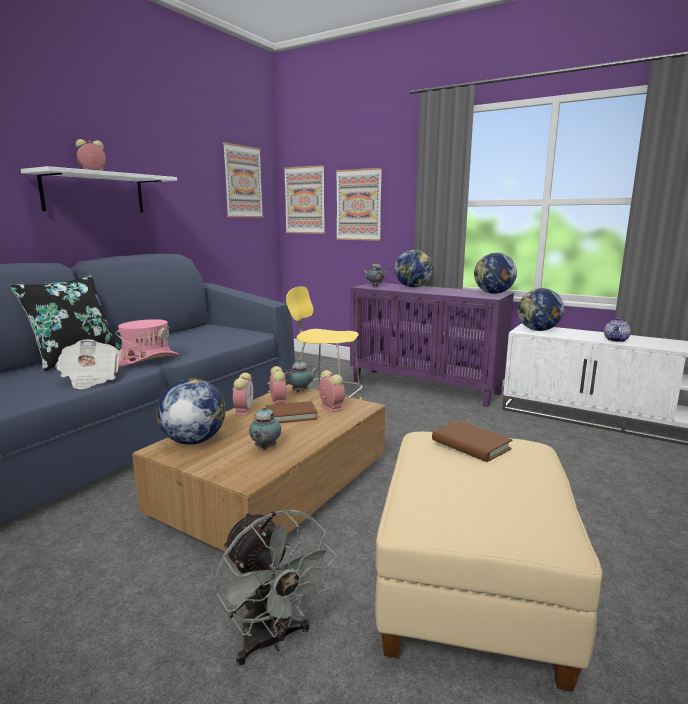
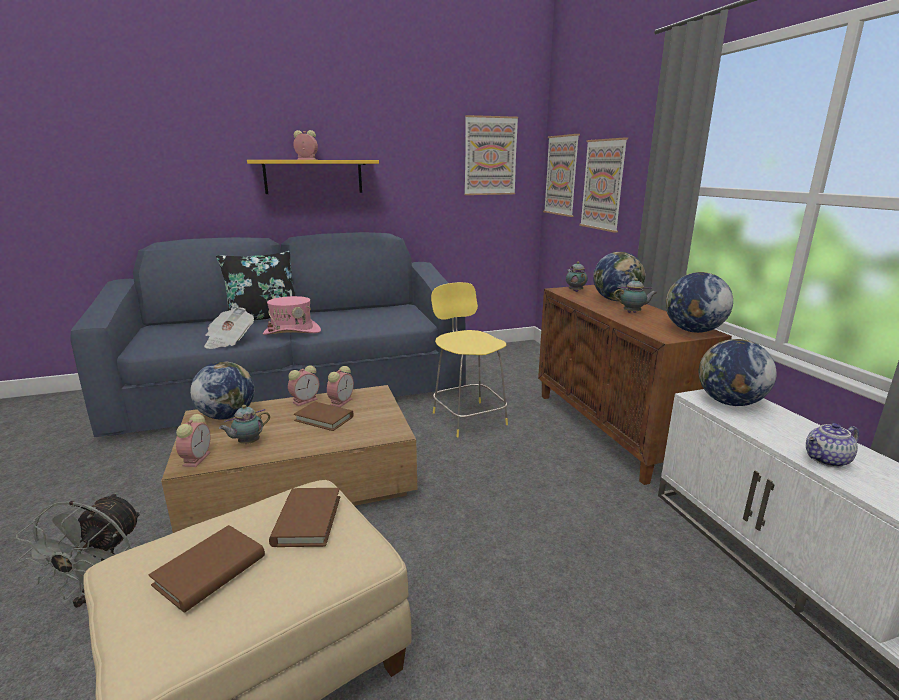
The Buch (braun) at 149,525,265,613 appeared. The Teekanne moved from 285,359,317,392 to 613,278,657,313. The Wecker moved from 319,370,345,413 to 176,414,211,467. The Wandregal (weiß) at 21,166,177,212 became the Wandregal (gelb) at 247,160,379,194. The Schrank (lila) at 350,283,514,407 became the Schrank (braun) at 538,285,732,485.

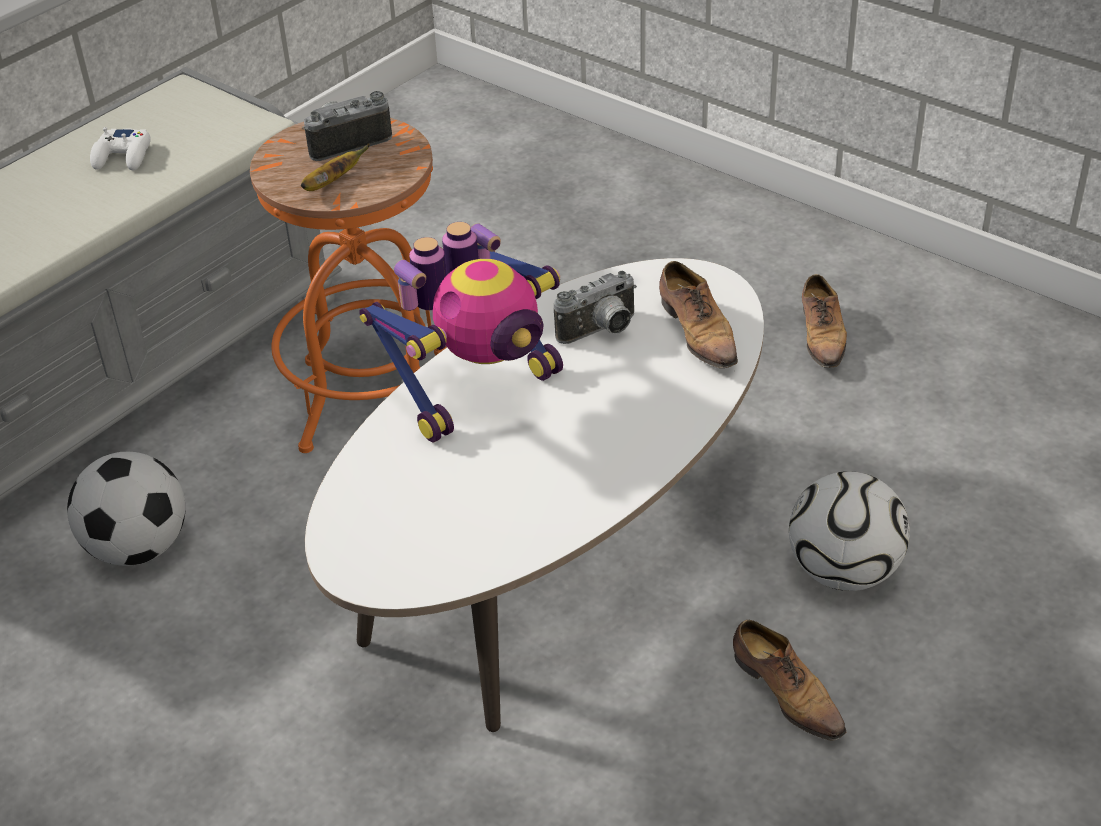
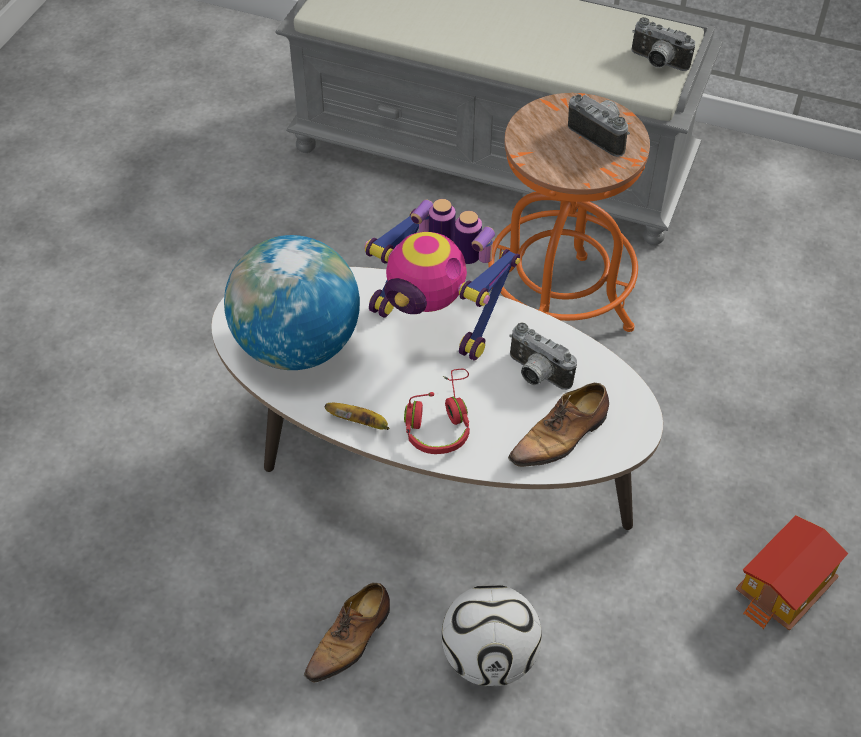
The Fußball at 67,452,185,566 disappeared. The Gamepad (weiß) at 90,127,151,171 disappeared. The Globus at 224,235,360,370 appeared. The Kopfhörer (rot) at 404,369,470,454 appeared. The Kamera at 632,17,695,71 appeared. The Banane moved from 301,144,370,191 to 325,403,389,430. The Schuh at 802,274,847,368 was replaced by the Spielzeughaus at 736,515,849,630.

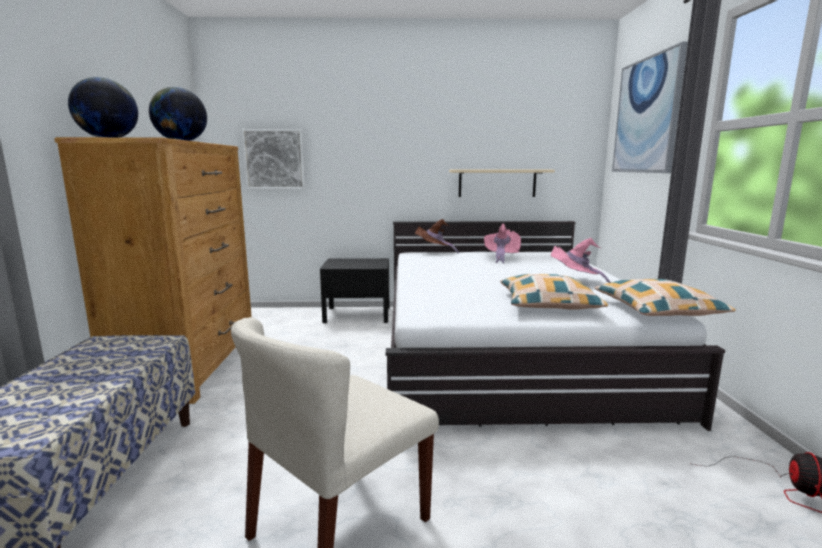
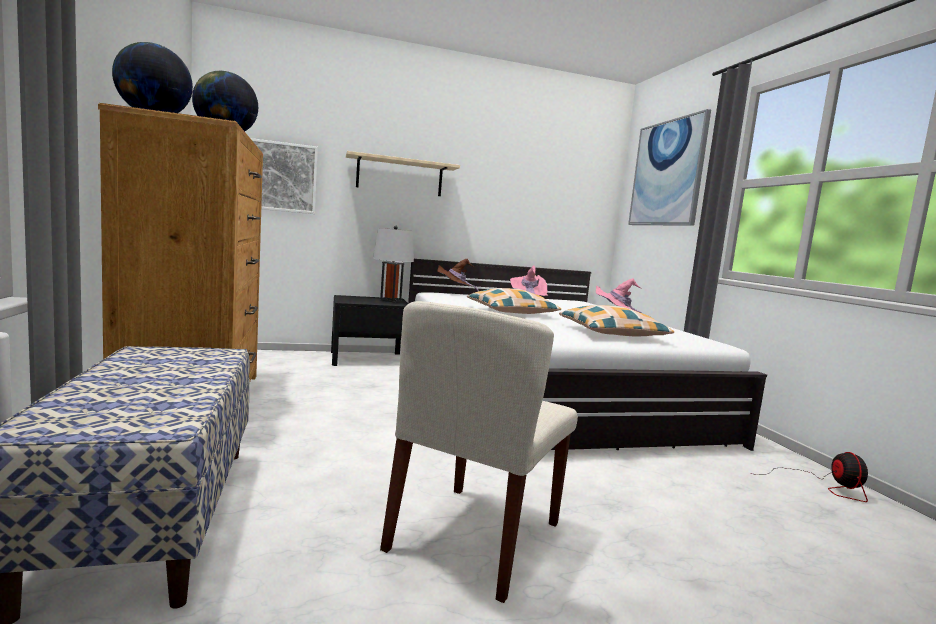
The Tischlampe (grau) at 373,226,414,302 appeared. The Wandregal (beige) moved from 449,169,555,197 to 346,151,460,196. The Kissen moved from 595,279,735,316 to 467,288,561,314.

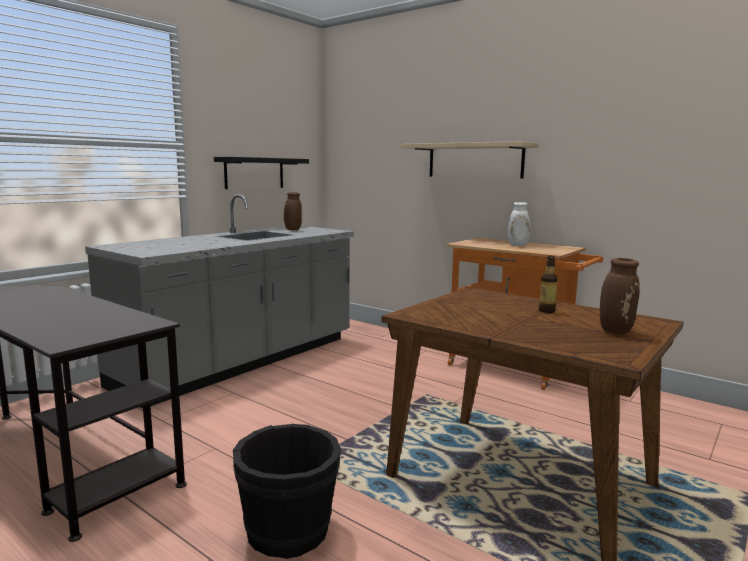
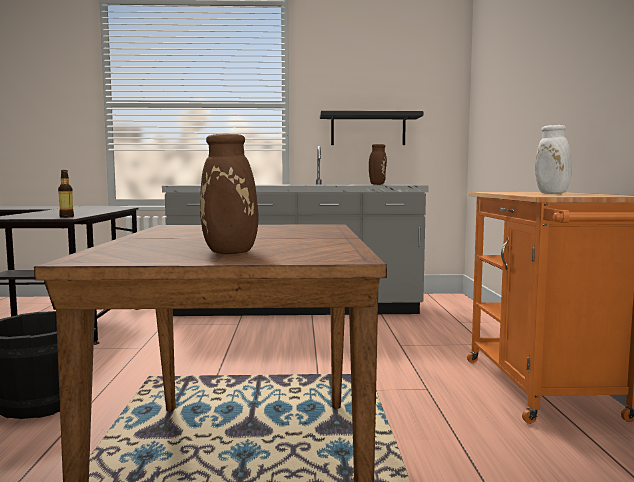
The Wandregal (beige) at 401,141,538,178 disappeared. The Flasche moved from 539,256,557,313 to 58,170,74,218.

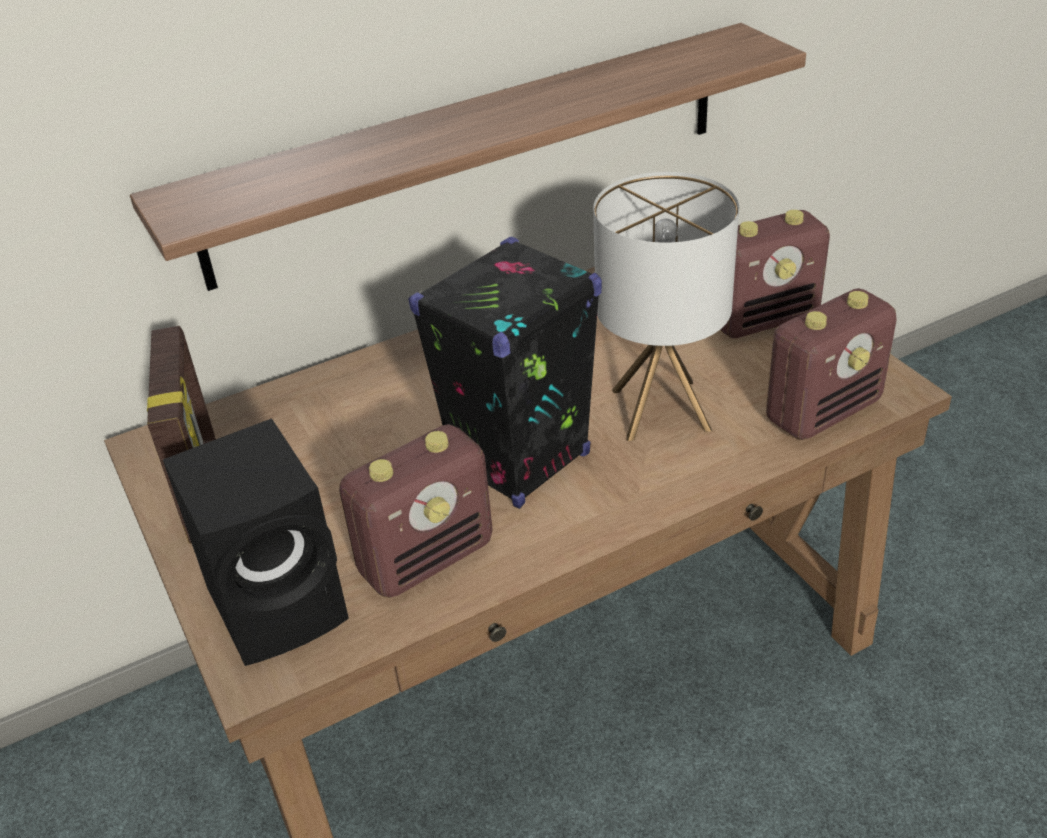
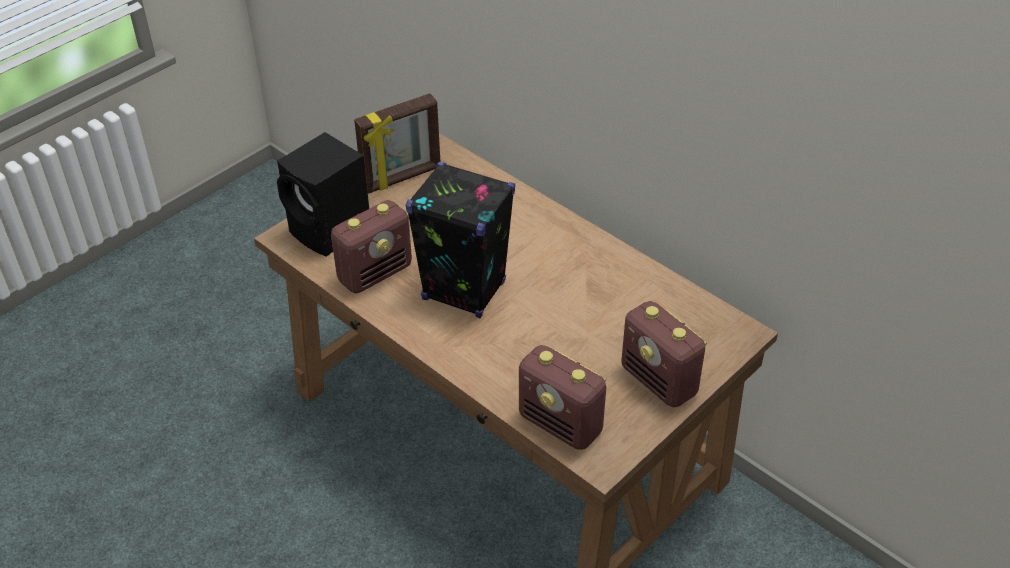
The Wandregal at 130,23,806,291 disappeared. The Tischlampe at 593,172,739,441 disappeared. The Radio at 339,424,493,598 turned 75 degrees counterclockwise.

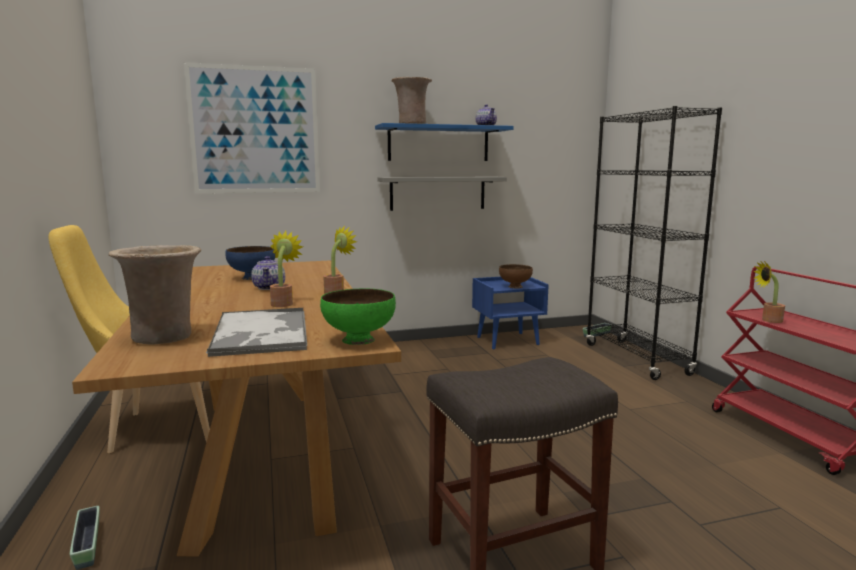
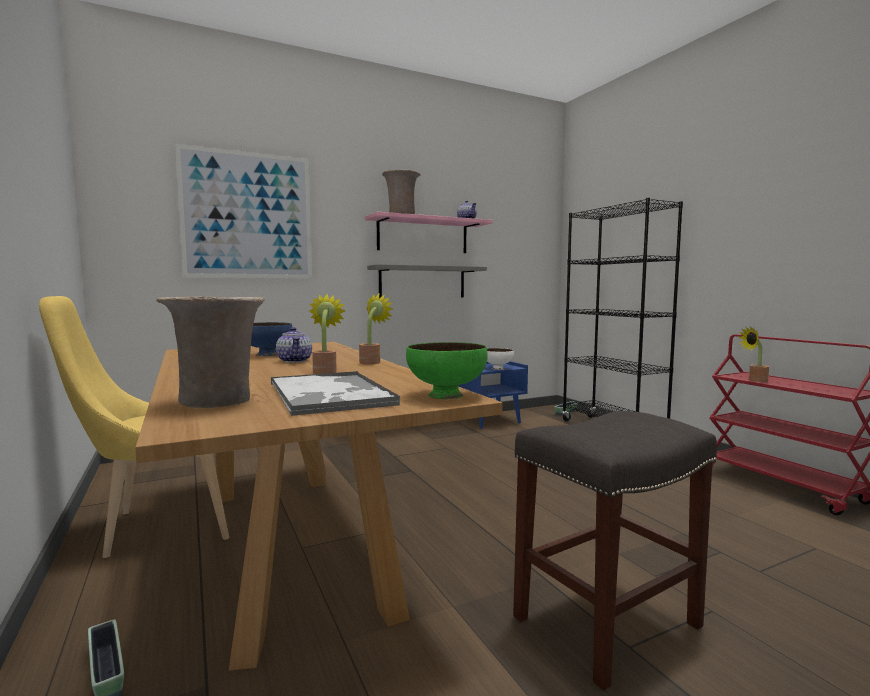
The Wandregal (blau) at 375,123,514,161 became the Wandregal (rosa) at 365,212,493,253. The Schüssel (braun) at 499,264,533,289 became the Schüssel (weiß) at 487,348,514,370.

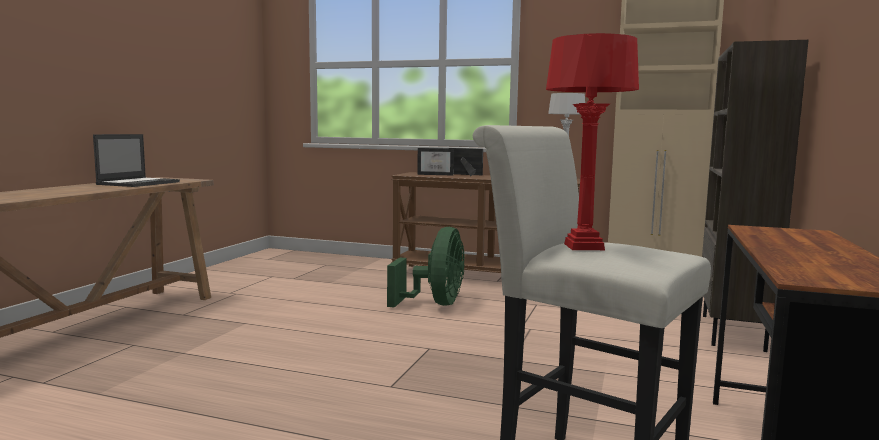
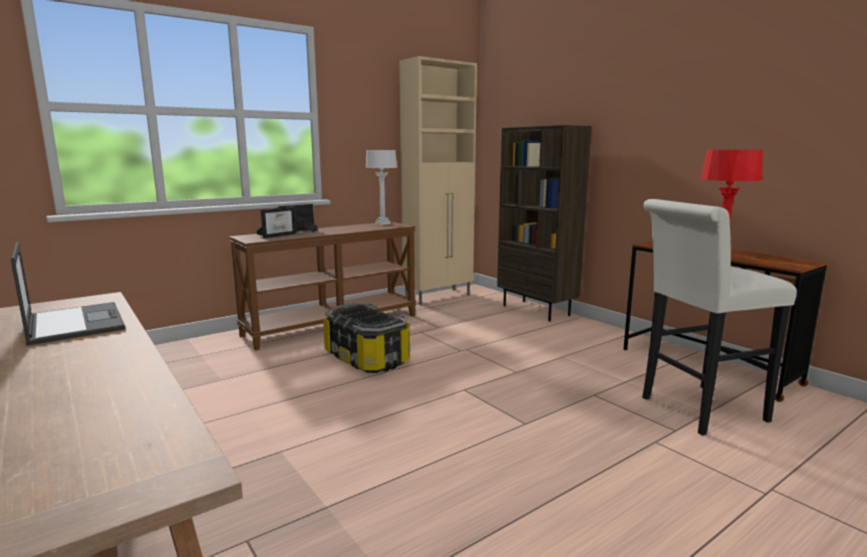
The Ventilator (grün) at 387,227,465,308 was replaced by the Aufbewahrungsbox at 323,302,410,373.

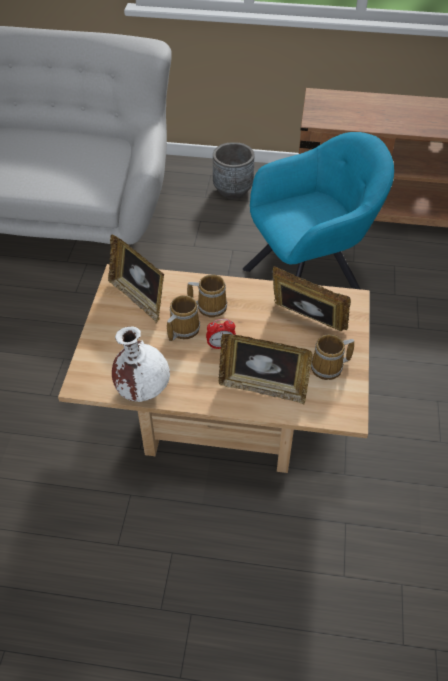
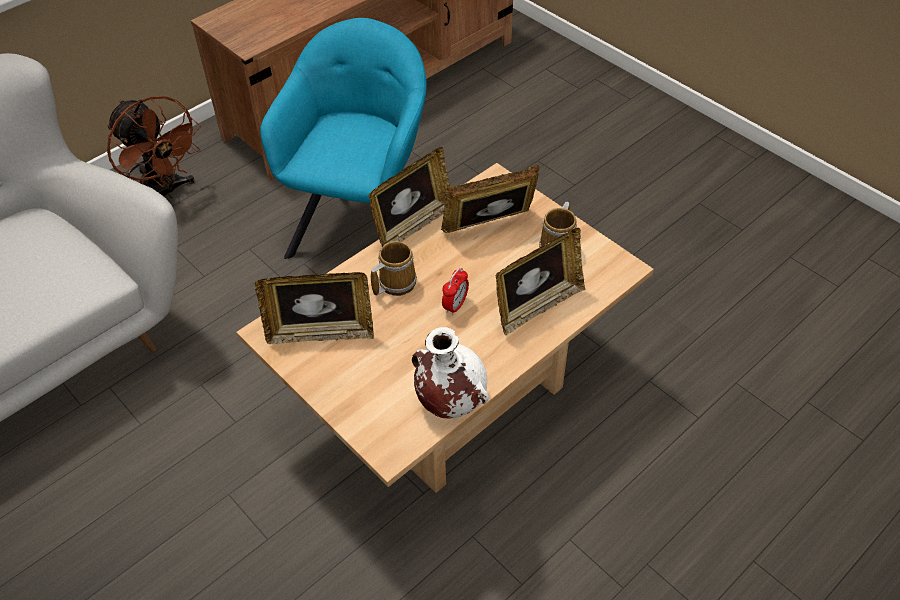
The Henkelbecher at 167,295,200,341 disappeared. The Bilderrahmen at 369,147,450,247 appeared. The Pflanzkübel (grau) at 213,142,255,199 was replaced by the Ventilator (braun) at 107,96,201,199.

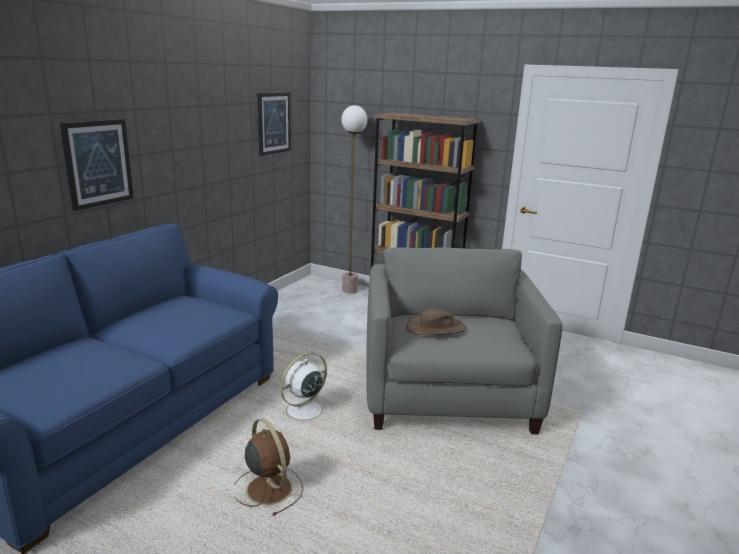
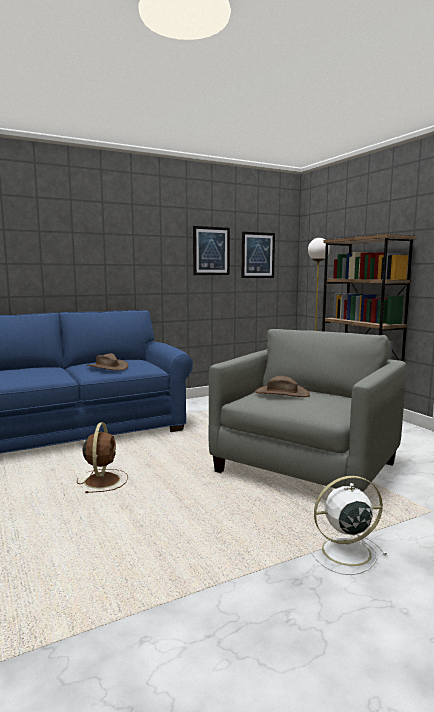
The Hut (braun) at 86,353,129,371 appeared. The Bild moved from 60,119,134,211 to 193,226,230,275. The Ventilator (weiß) moved from 276,352,333,427 to 310,476,387,575.

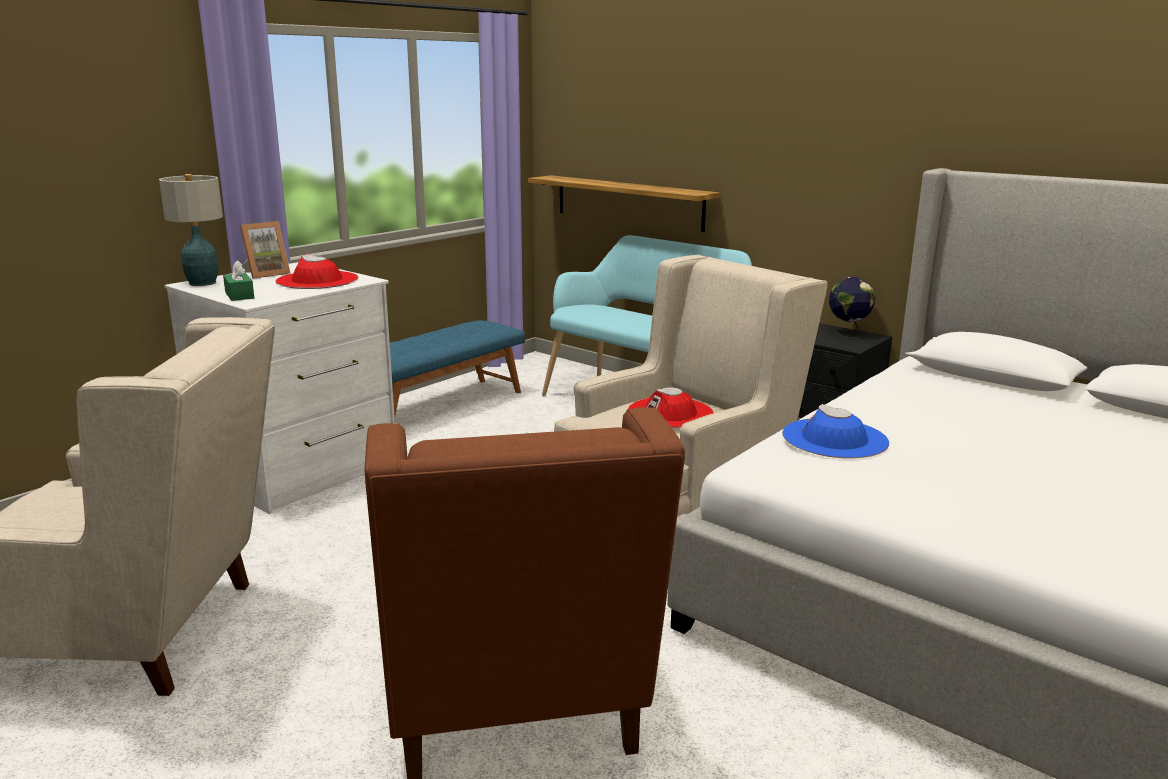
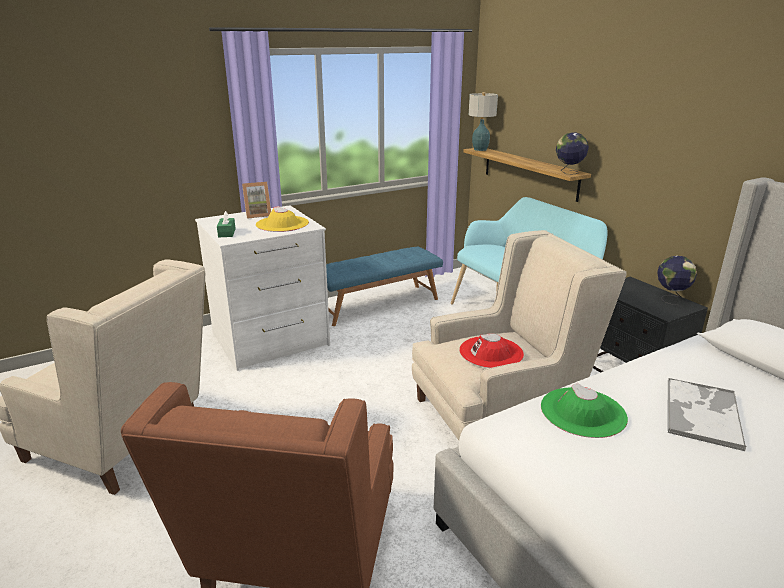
The Globus at 556,132,589,174 appeared. The Tablett at 667,378,746,451 appeared. The Tischlampe moved from 159,174,223,286 to 469,92,498,151. The Hut (rot) at 276,254,358,289 became the Hut (gelb) at 256,206,309,232. The Hut (blau) at 782,404,889,458 became the Hut (grün) at 541,383,628,438.

